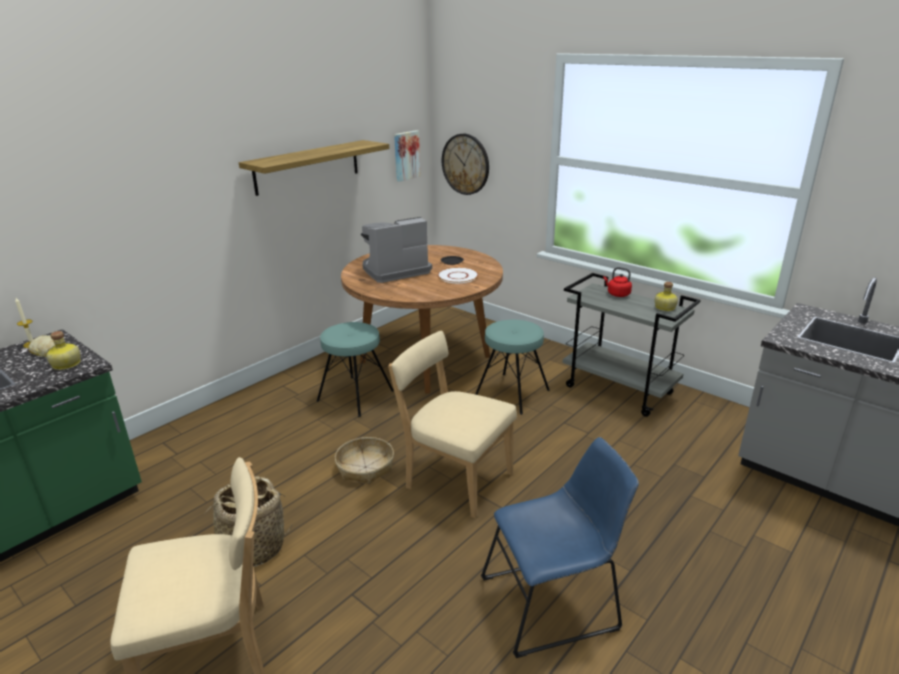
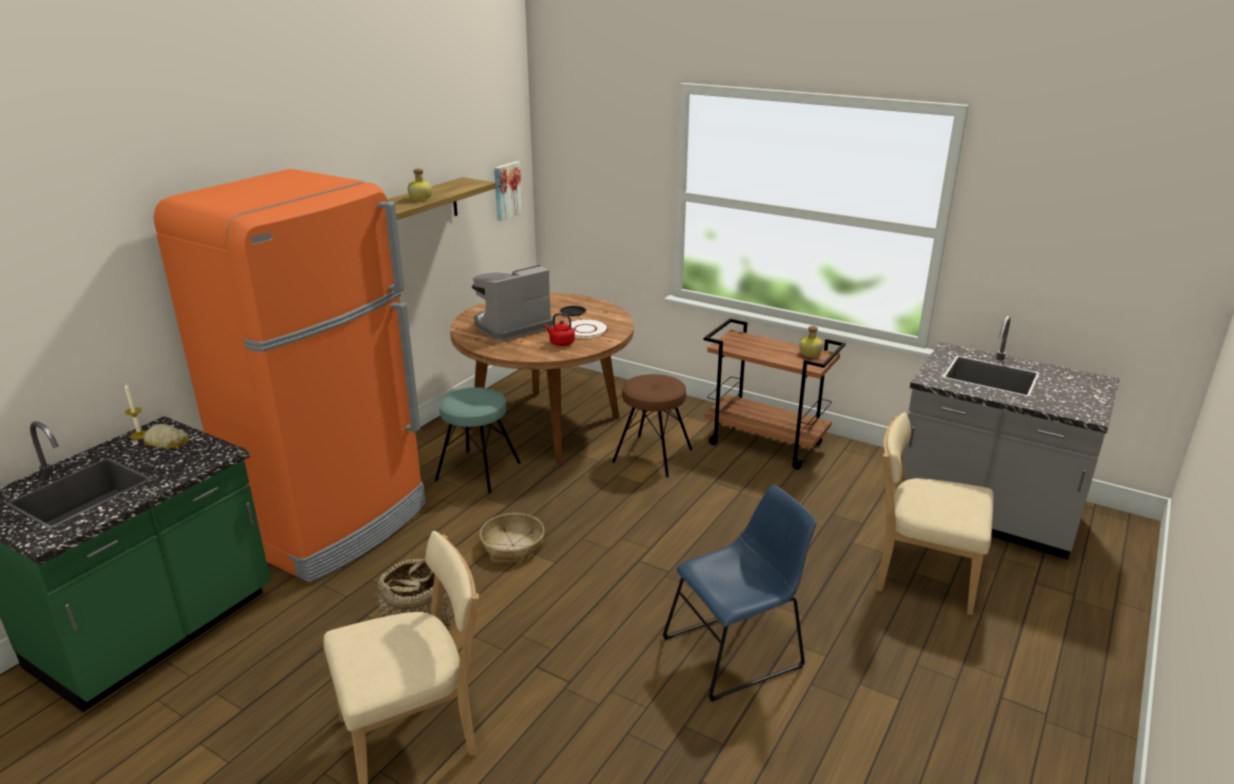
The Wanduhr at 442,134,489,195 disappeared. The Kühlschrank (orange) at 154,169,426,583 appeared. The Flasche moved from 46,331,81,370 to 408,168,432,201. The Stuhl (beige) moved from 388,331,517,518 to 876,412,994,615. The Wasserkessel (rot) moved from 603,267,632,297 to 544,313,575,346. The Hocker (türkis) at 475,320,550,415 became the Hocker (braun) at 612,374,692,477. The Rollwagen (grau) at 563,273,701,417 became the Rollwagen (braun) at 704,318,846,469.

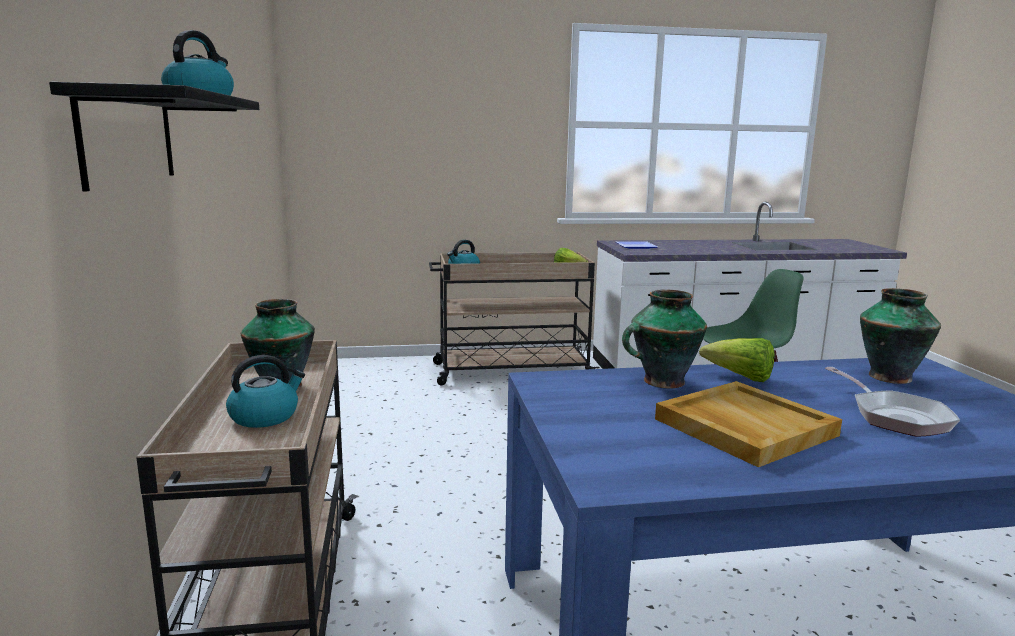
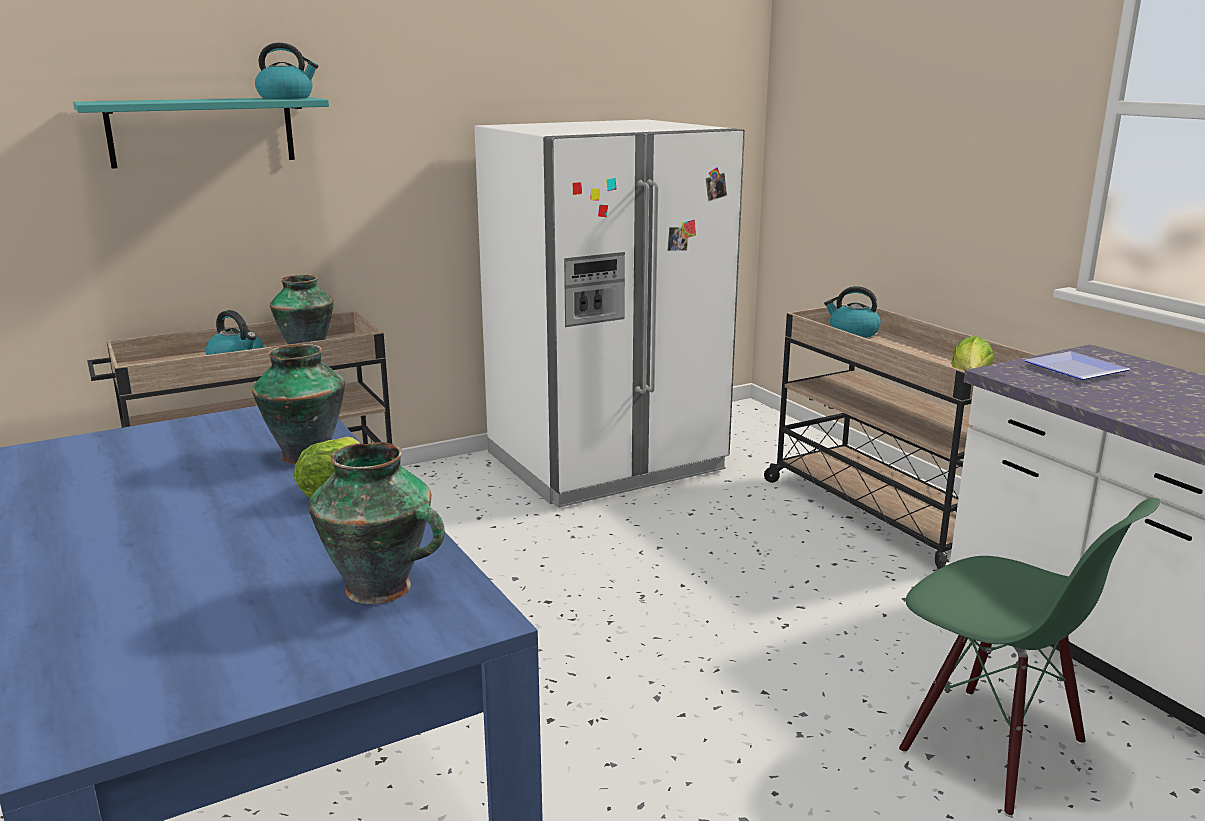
The Tablett (beige) at 655,381,842,467 disappeared. The Pfanne at 825,367,960,437 disappeared. The Kühlschrank (weiß) at 474,119,745,508 appeared. The Wandregal (schwarz) at 49,82,259,192 became the Wandregal (türkis) at 73,97,329,168.

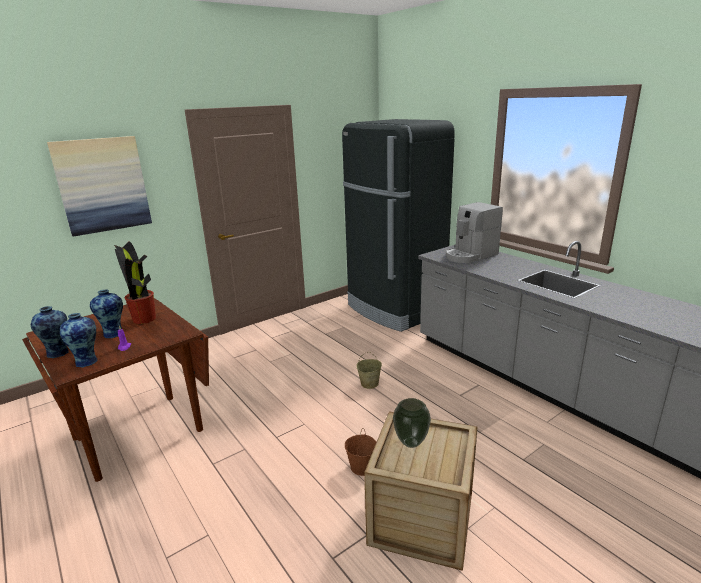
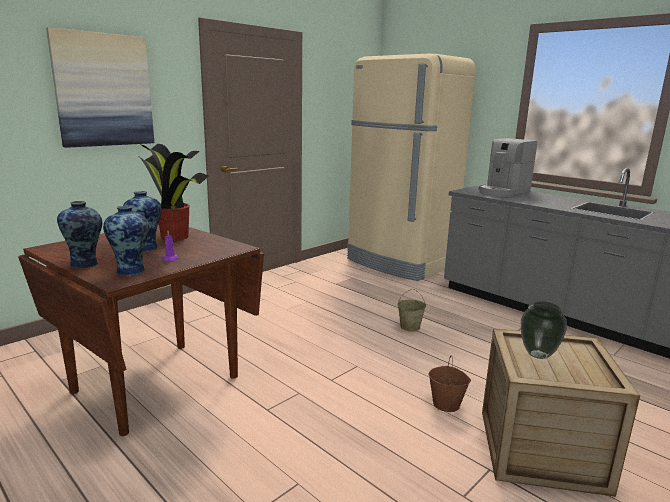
The Kühlschrank (schwarz) at 342,119,455,332 became the Kühlschrank (beige) at 347,54,476,281.

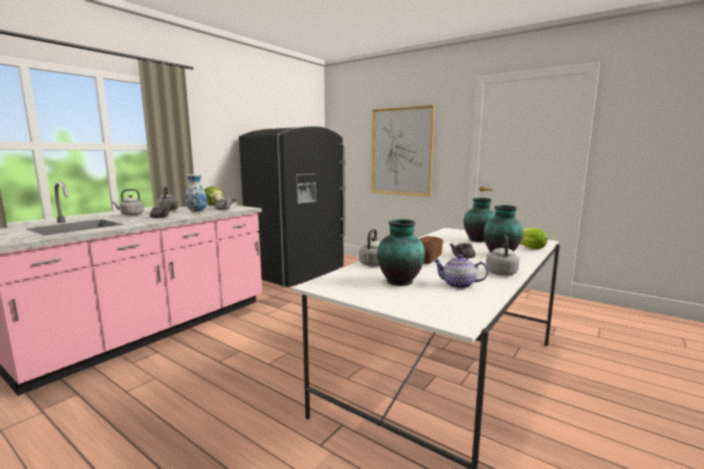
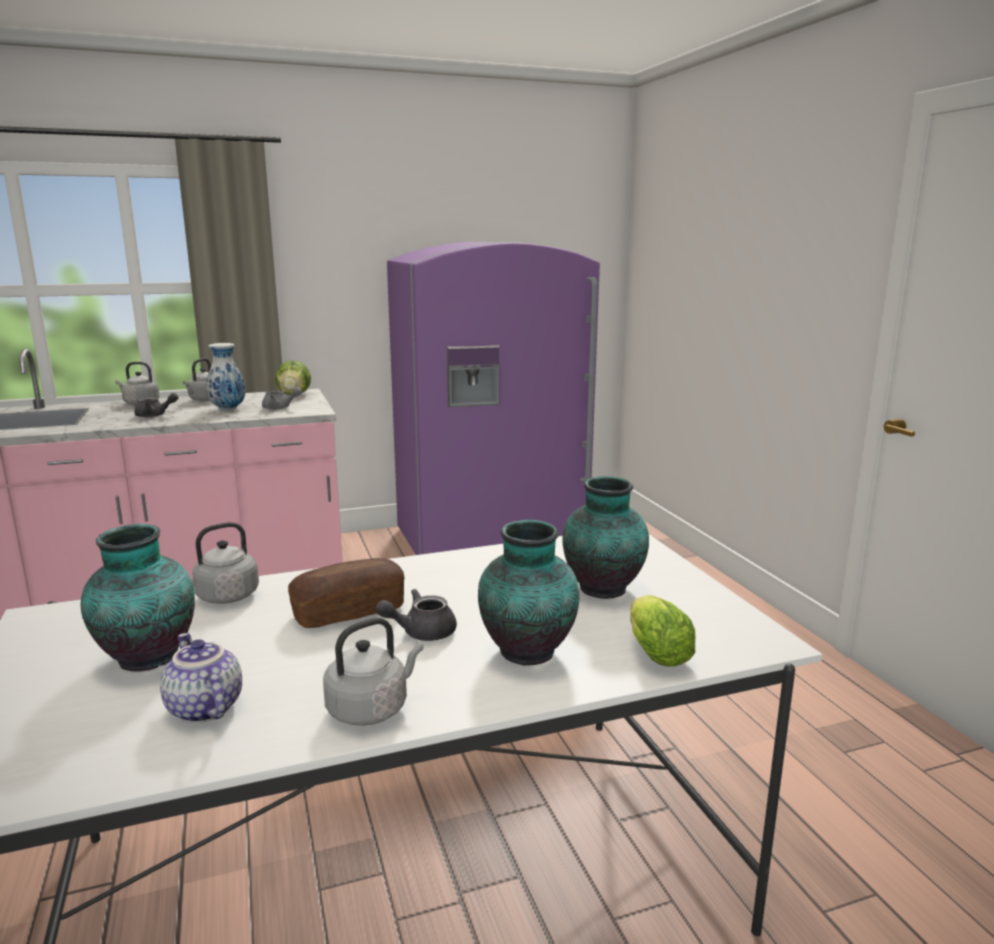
The Bild at 371,105,435,197 disappeared. The Kühlschrank (schwarz) at 239,127,346,287 became the Kühlschrank (lila) at 387,242,600,555.

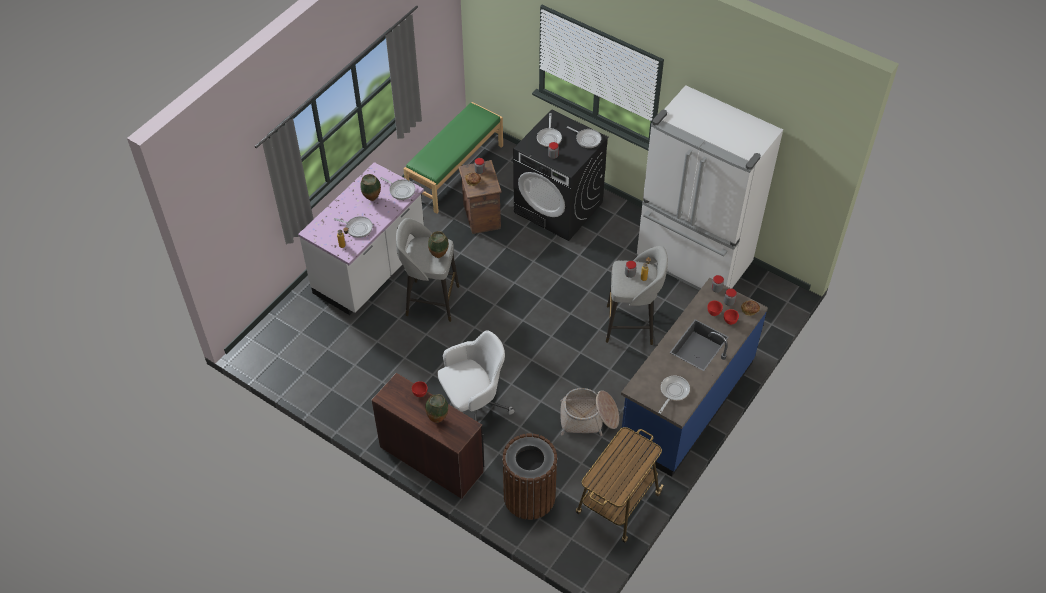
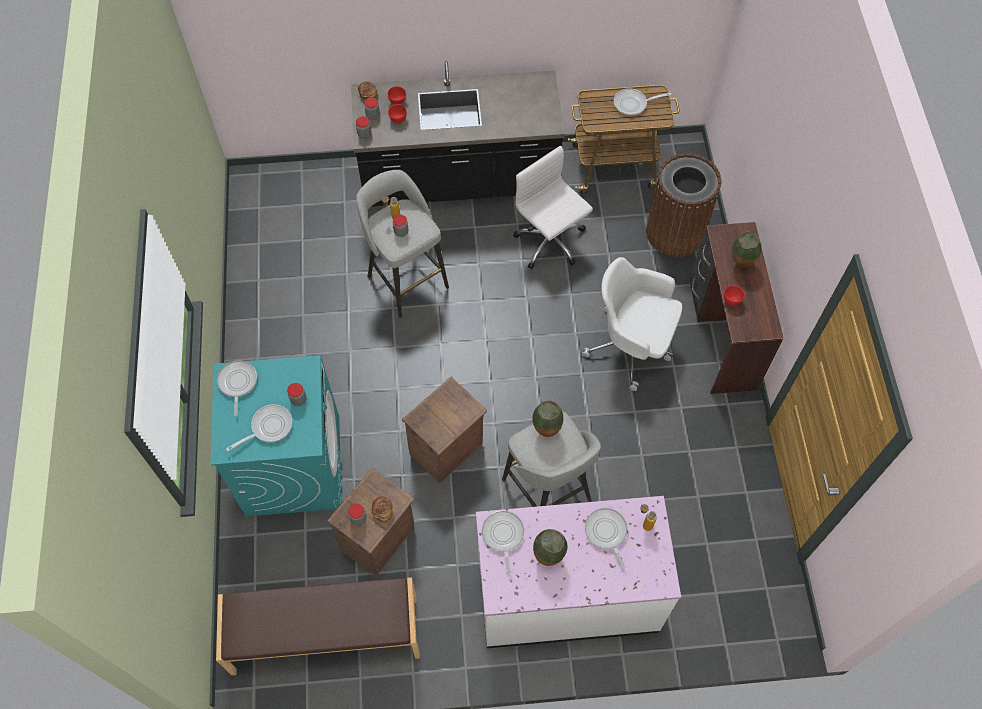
The Kühlschrank (weiß) at 637,85,783,291 disappeared. The Kiste at 402,377,487,483 appeared. The Pfanne moved from 658,376,690,414 to 614,88,672,116. The Korb at 560,388,619,436 was replaced by the Bürostuhl (weiß) at 513,146,593,269. The Bank (grün) at 403,102,503,214 became the Bank (braun) at 216,577,420,676. The Waschmaschine (schwarz) at 513,109,609,241 became the Waschmaschine (türkis) at 211,355,342,517. The Küchenzeile (blau) at 621,278,768,477 became the Küchenzeile (schwarz) at 351,61,565,206.

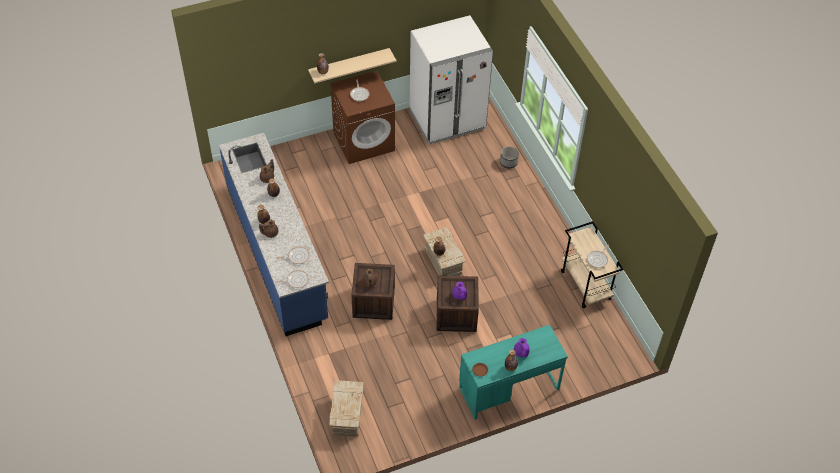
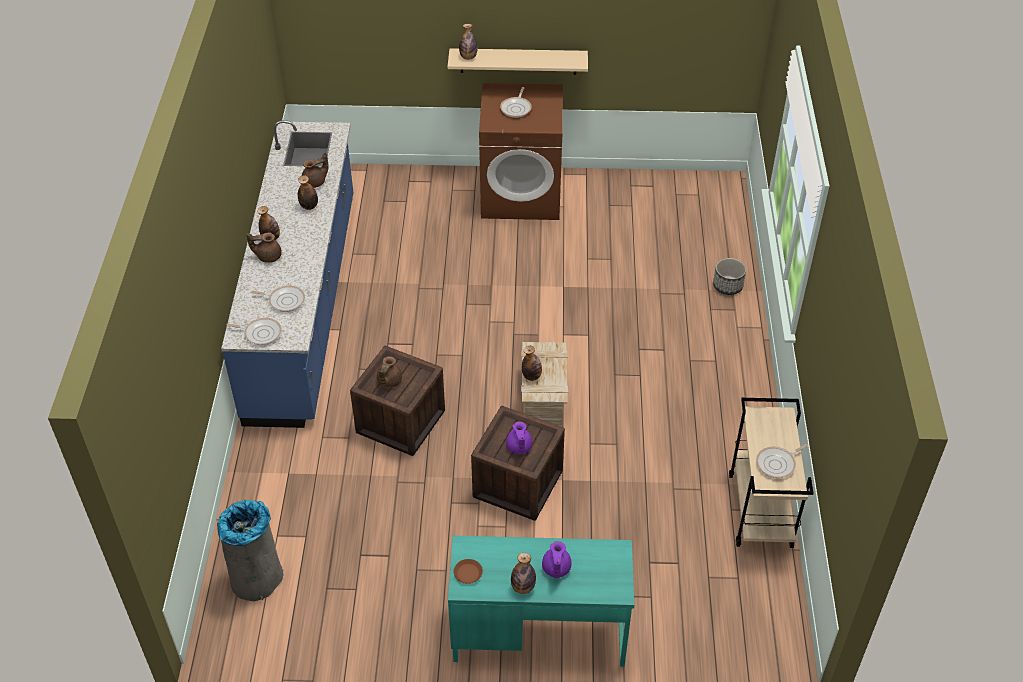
The Kühlschrank (weiß) at 410,15,493,145 disappeared. The Kiste at 329,380,364,437 was replaced by the Mülleimer (grau) at 217,500,283,601.

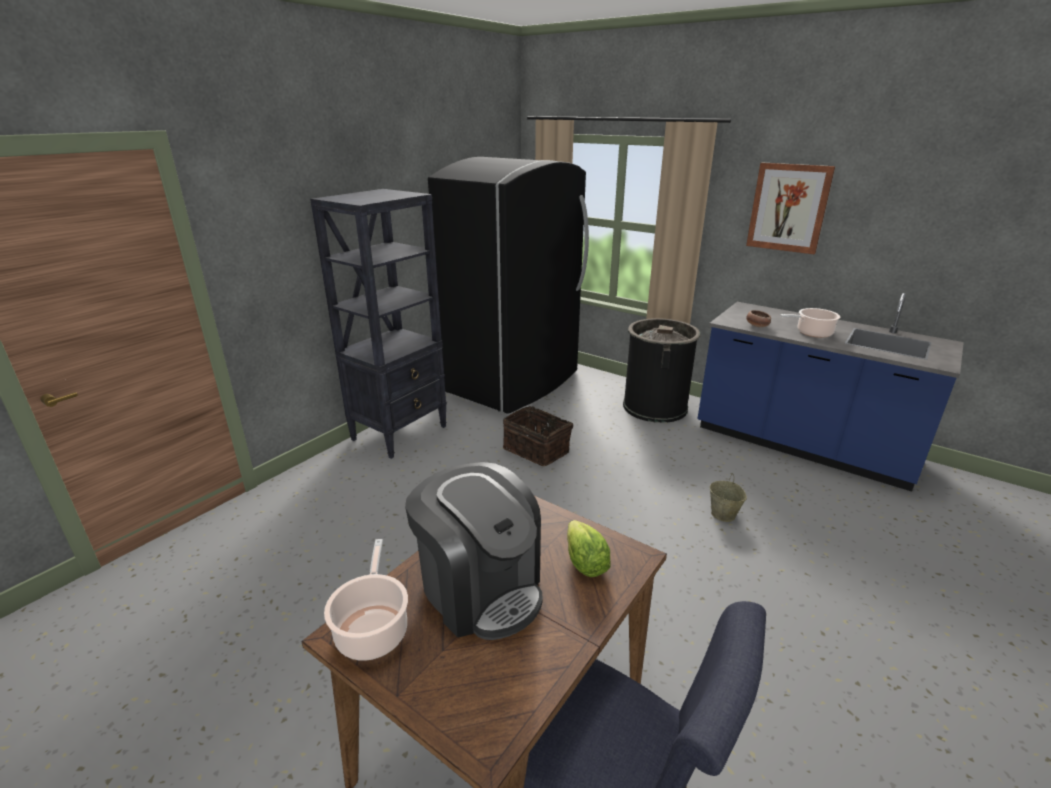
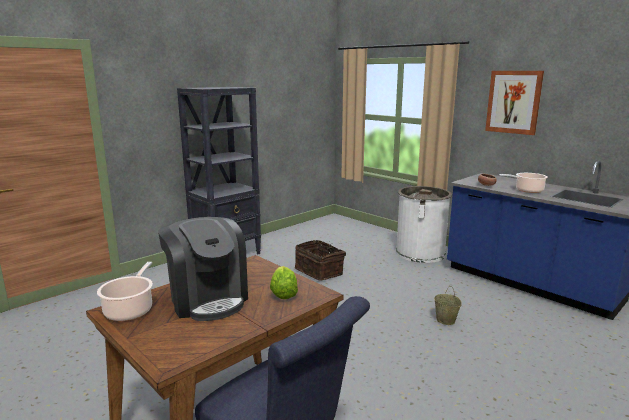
The Kühlschrank (schwarz) at 428,157,589,414 disappeared. The Mülleimer (schwarz) at 623,318,701,423 became the Mülleimer (weiß) at 396,186,452,263.

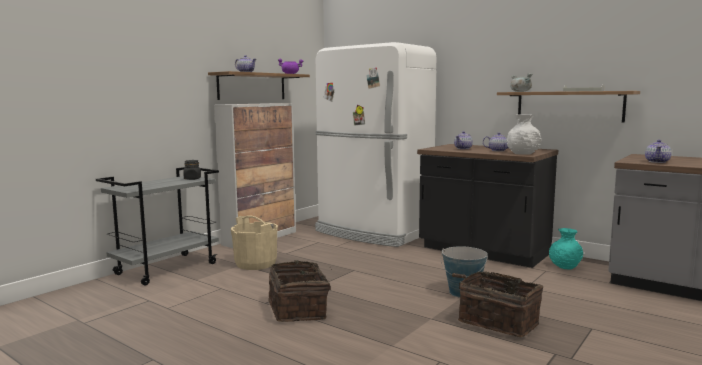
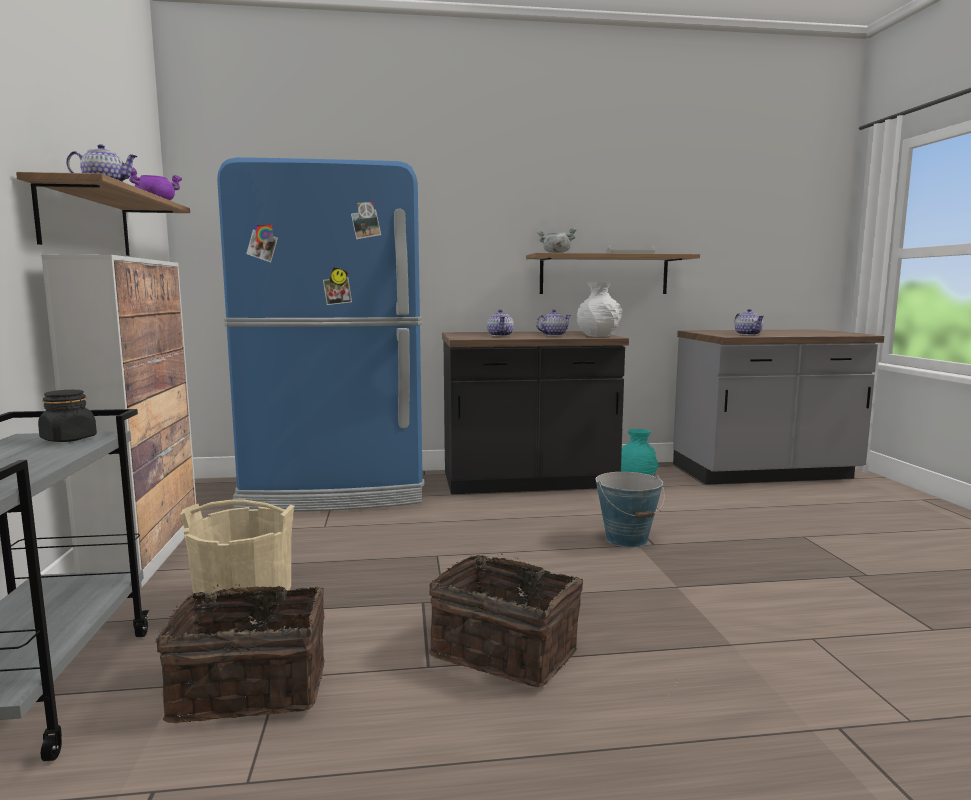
The Korb moved from 458,272,543,337 to 156,584,325,723. The Kühlschrank (weiß) at 315,42,436,247 became the Kühlschrank (blau) at 217,157,425,512.

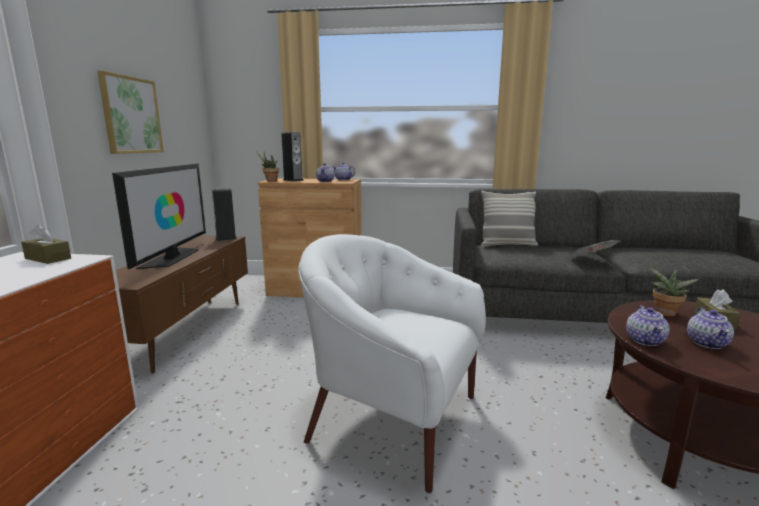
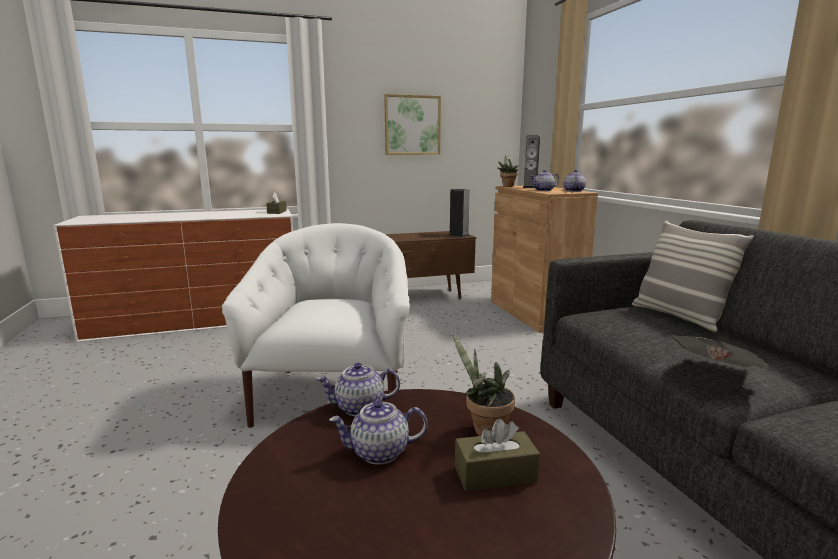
The Fernseher at 112,164,206,269 disappeared.

